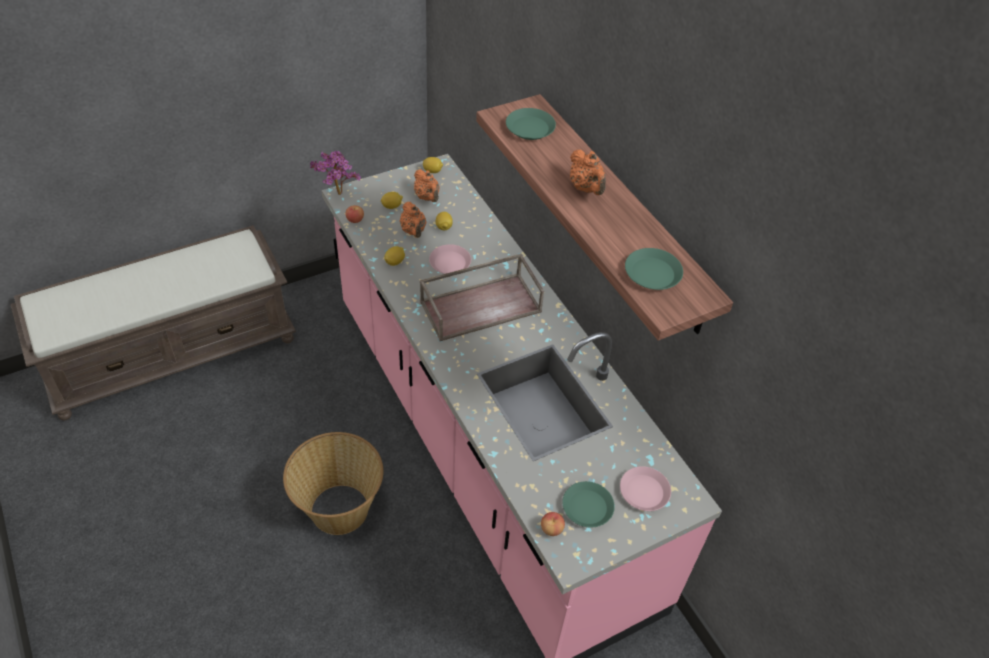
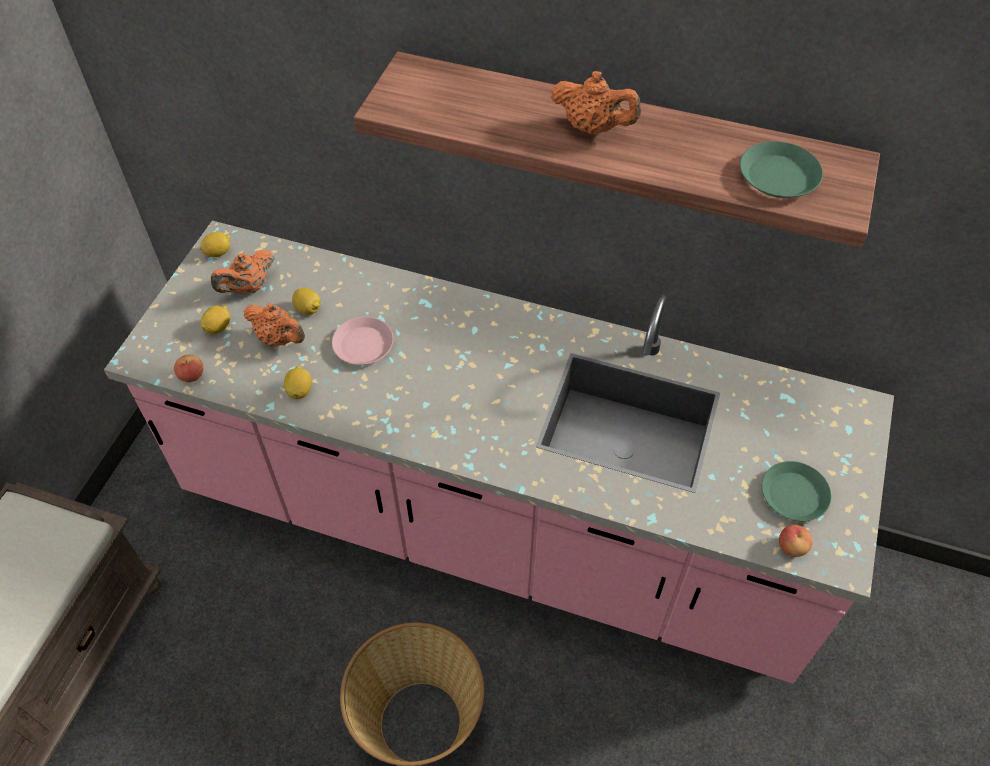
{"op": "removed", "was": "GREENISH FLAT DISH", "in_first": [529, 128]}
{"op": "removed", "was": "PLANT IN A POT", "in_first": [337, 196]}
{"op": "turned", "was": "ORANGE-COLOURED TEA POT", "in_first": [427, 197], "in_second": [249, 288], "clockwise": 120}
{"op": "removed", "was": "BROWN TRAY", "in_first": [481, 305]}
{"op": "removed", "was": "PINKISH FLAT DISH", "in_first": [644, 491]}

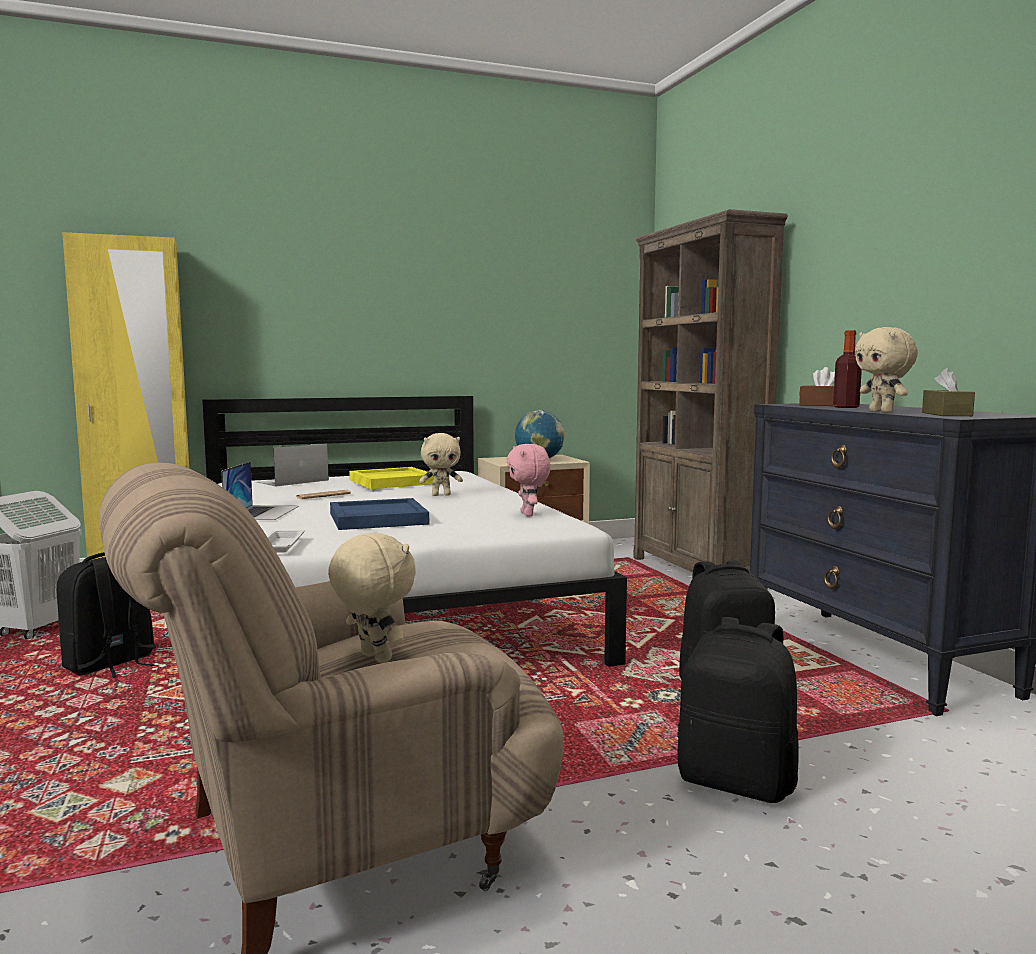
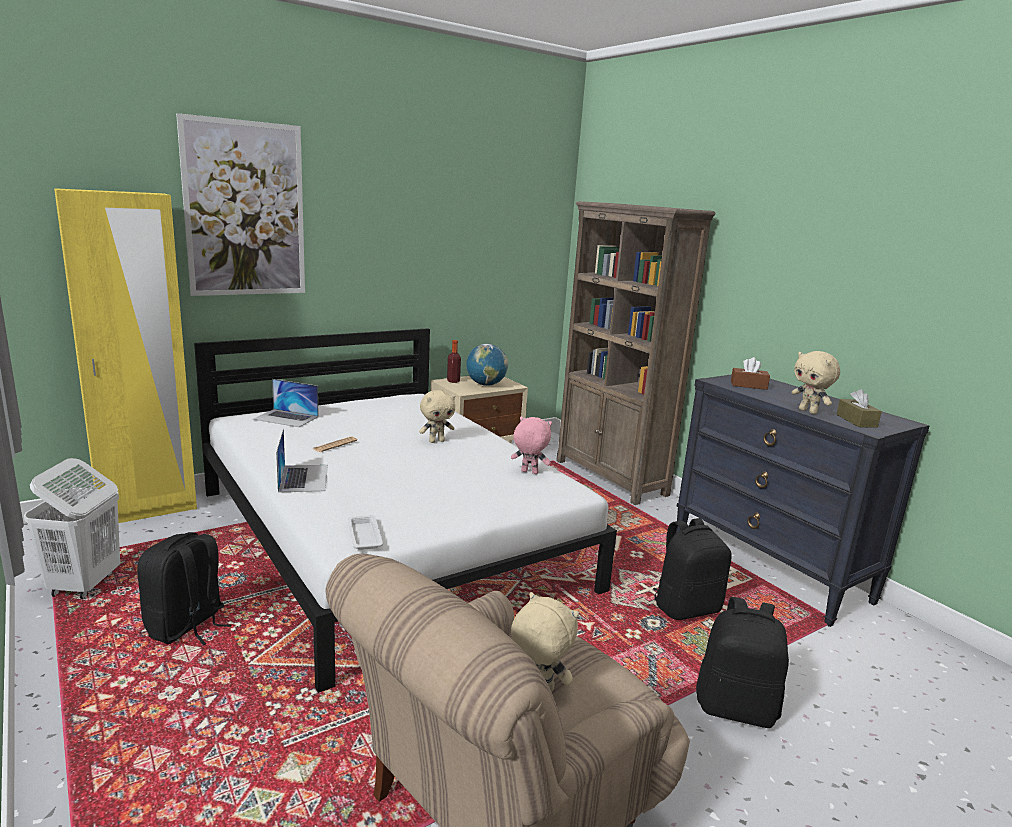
{"op": "moved", "was": "BOTTLE", "in_first": [846, 407], "in_second": [453, 381]}
{"op": "turned", "was": "NOTEBOOK COMPUTER", "in_first": [292, 481], "in_second": [286, 418], "clockwise": -105}
{"op": "turned", "was": "PINKISH CUDDLY TOY", "in_first": [528, 514], "in_second": [529, 472], "clockwise": 135}
{"op": "removed", "was": "YELLOWISH TRAY", "in_first": [393, 481]}
{"op": "removed", "was": "BLUE TRAY", "in_first": [377, 519]}
{"op": "added", "now": "WALL ART", "in_second": [245, 210]}

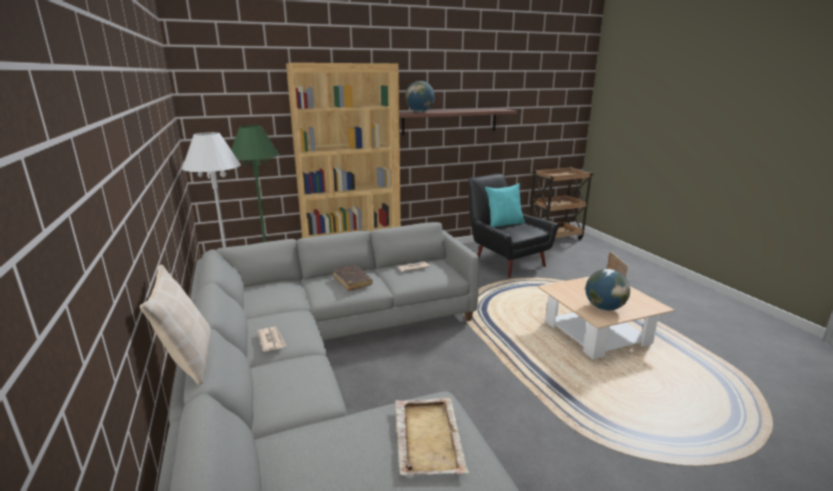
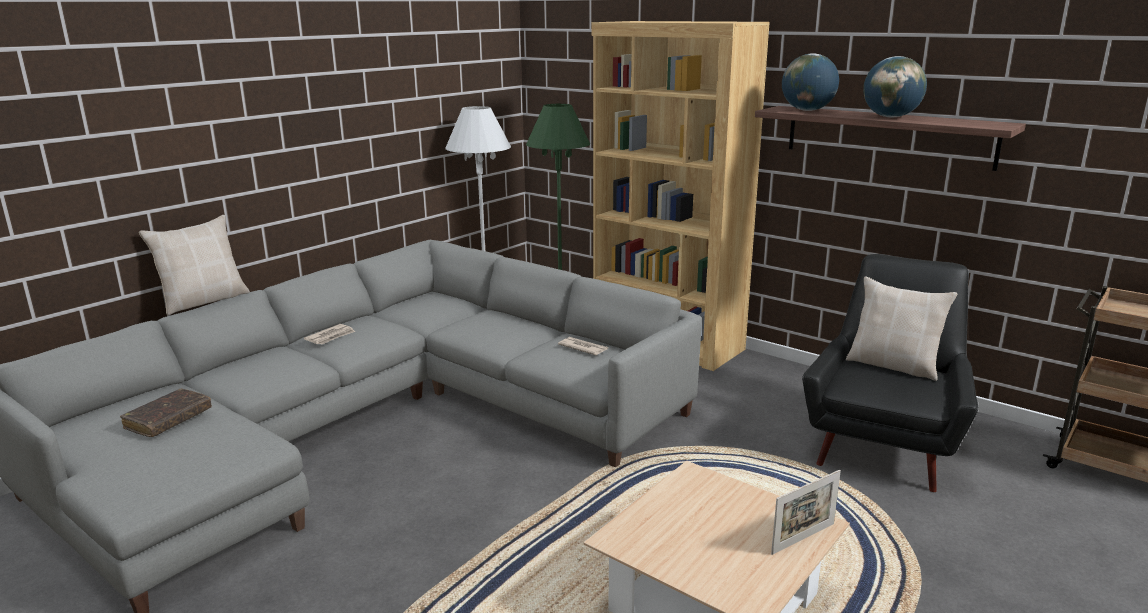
{"op": "recoloured", "was": "BLUE-GREEN CUSHION", "now": "SAND-COLOURED CUSHION", "in_first": [504, 223], "in_second": [894, 365]}
{"op": "moved", "was": "BROWN BOUND BOOK", "in_first": [352, 282], "in_second": [168, 420]}
{"op": "moved", "was": "WORLD GLOBE", "in_first": [604, 307], "in_second": [890, 117]}
{"op": "removed", "was": "SAND-COLOURED TRAY", "in_first": [428, 436]}

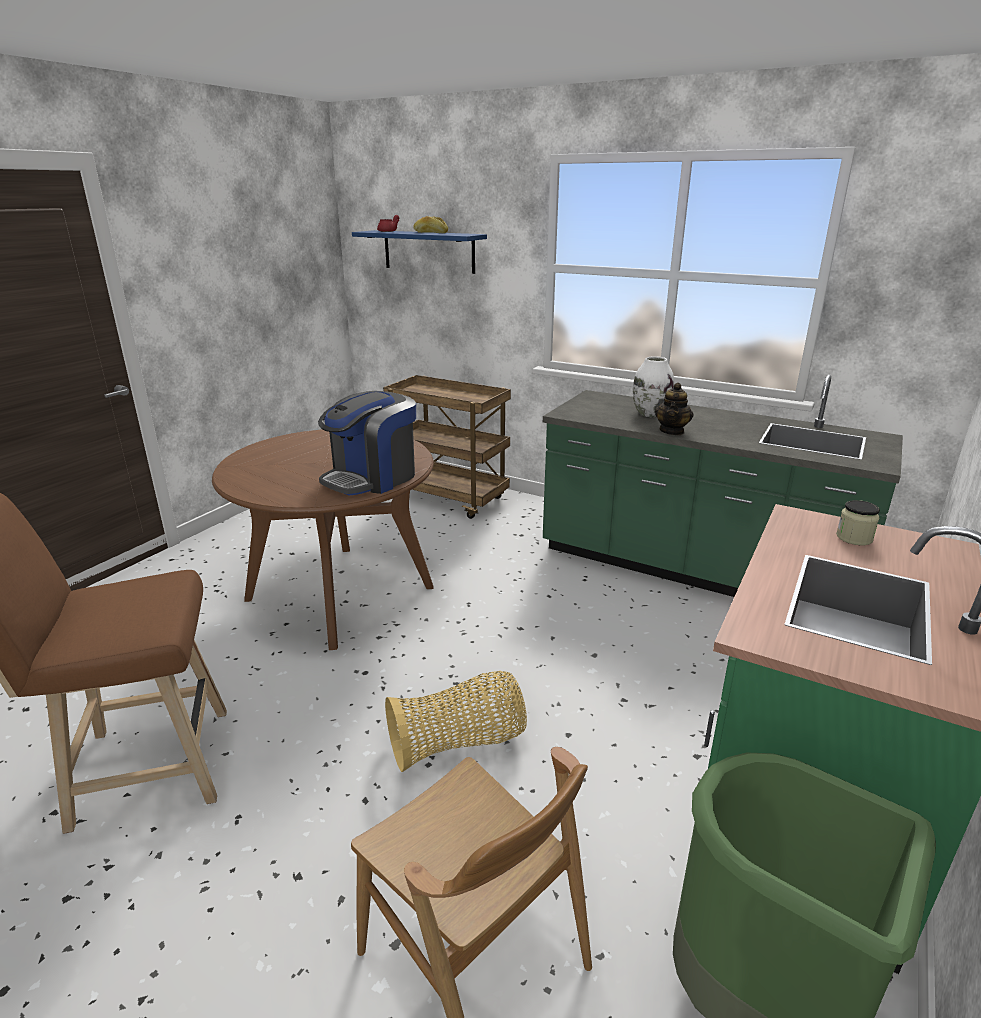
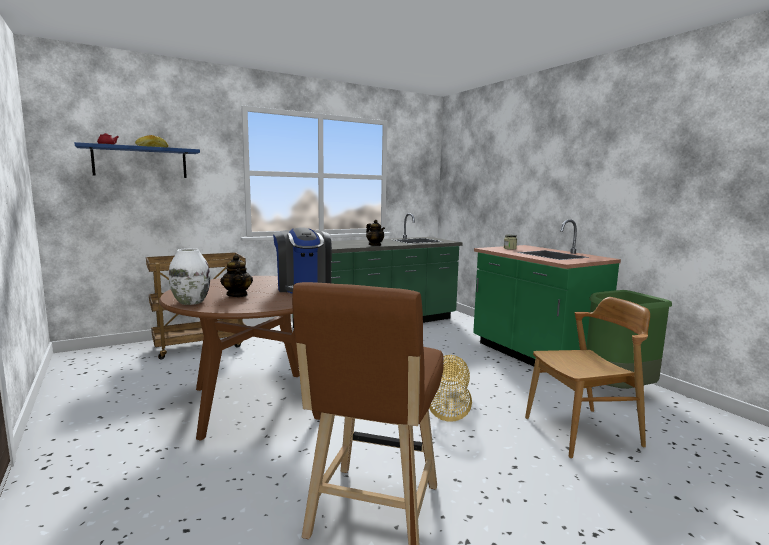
{"op": "moved", "was": "WHITE VASE", "in_first": [650, 413], "in_second": [190, 302]}
{"op": "added", "now": "TEA POT", "in_second": [237, 295]}

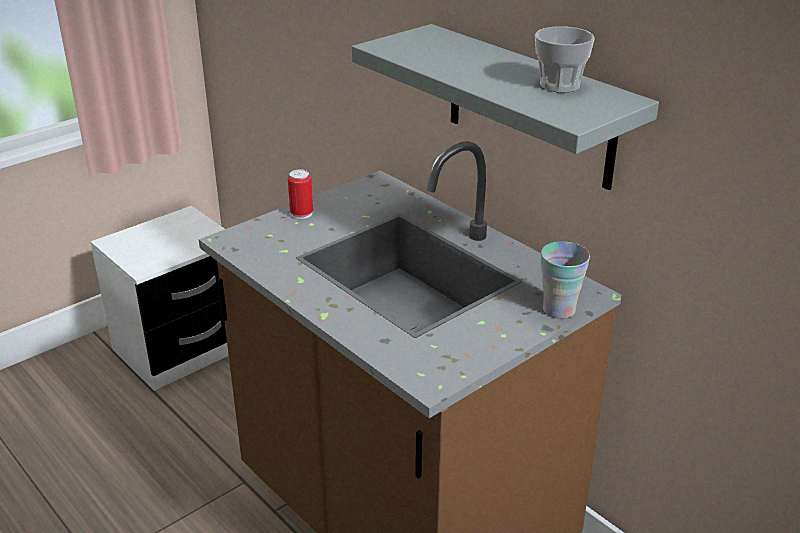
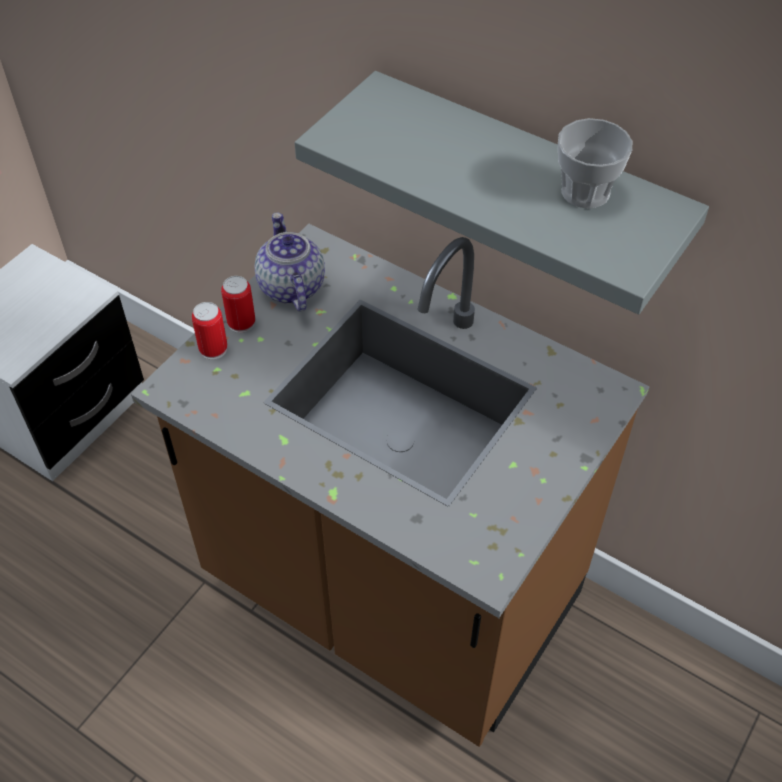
{"op": "removed", "was": "DRINKING CUP", "in_first": [559, 310]}
{"op": "added", "now": "TEA POT", "in_second": [290, 286]}
{"op": "added", "now": "METAL CAN", "in_second": [213, 349]}

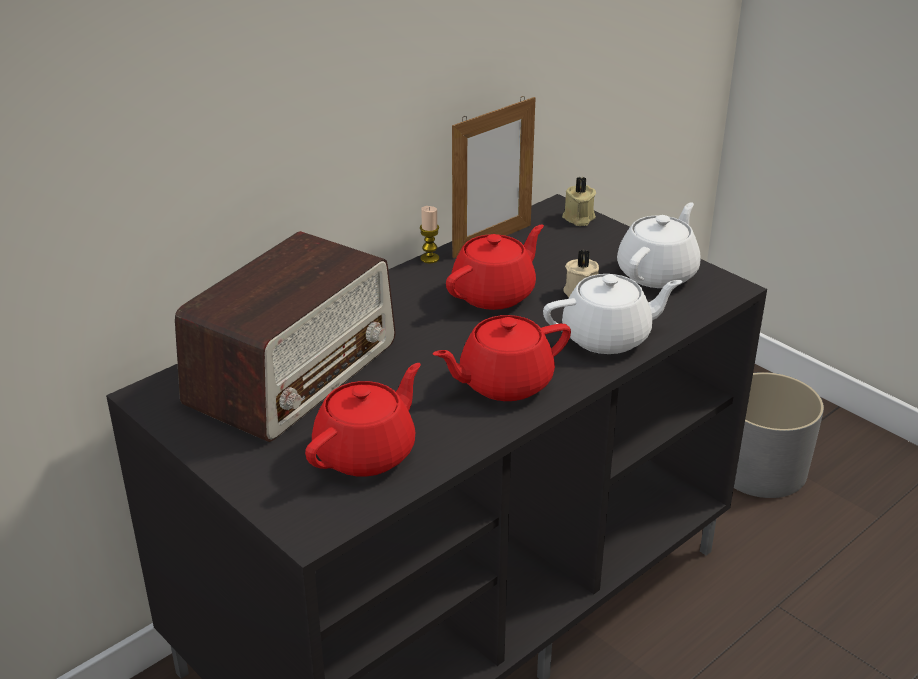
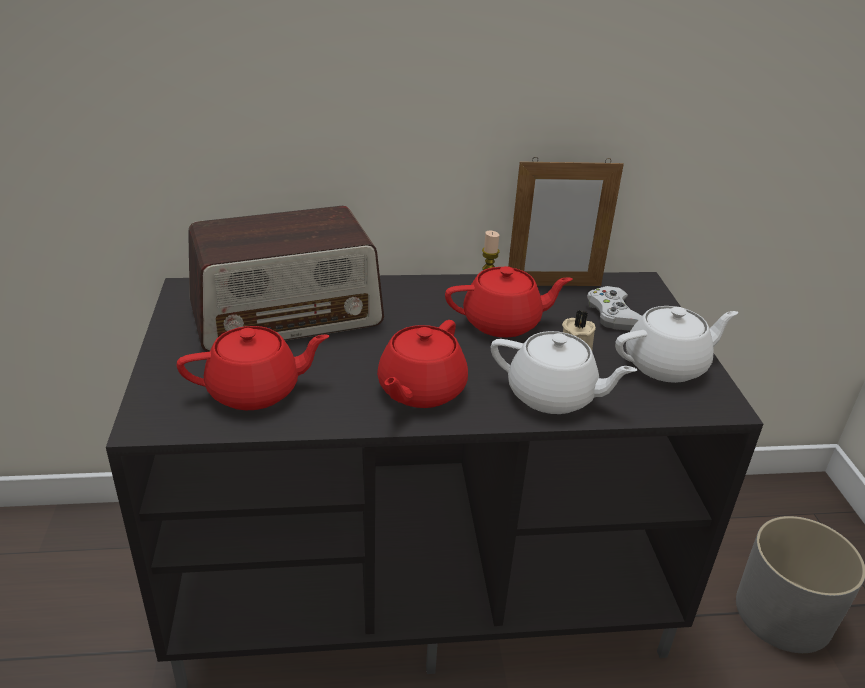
{"op": "removed", "was": "SAND-COLOURED WAX CANDLE", "in_first": [578, 218]}
{"op": "turned", "was": "REDDISH TEA POT", "in_first": [503, 382], "in_second": [420, 390], "clockwise": -75}
{"op": "added", "now": "WHITE JOYPAD", "in_second": [614, 315]}

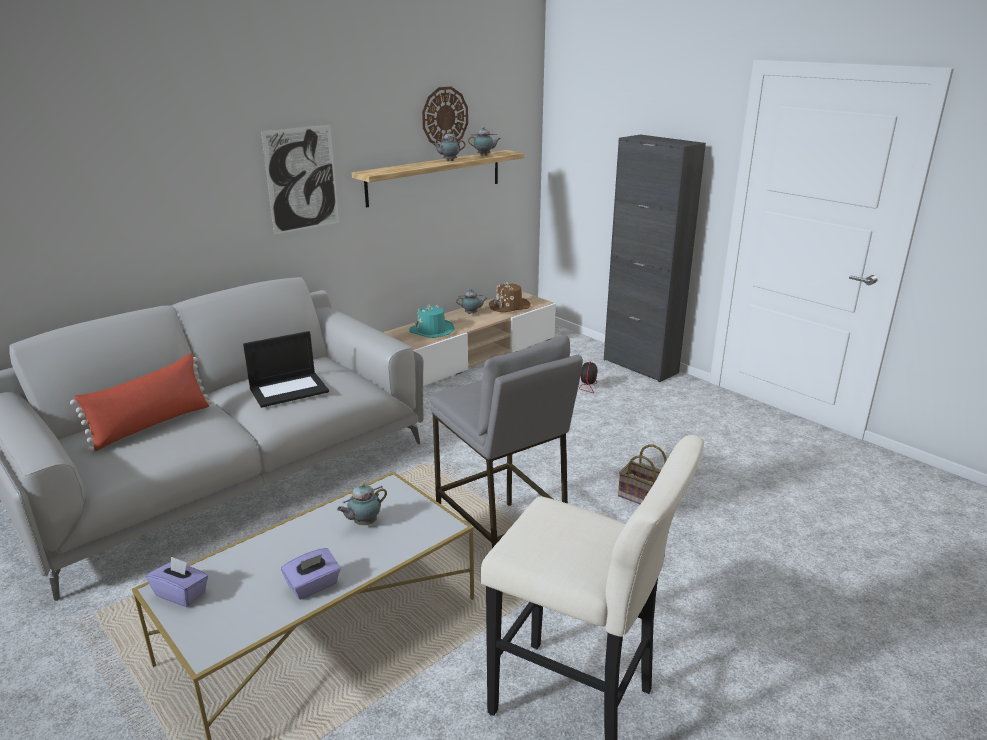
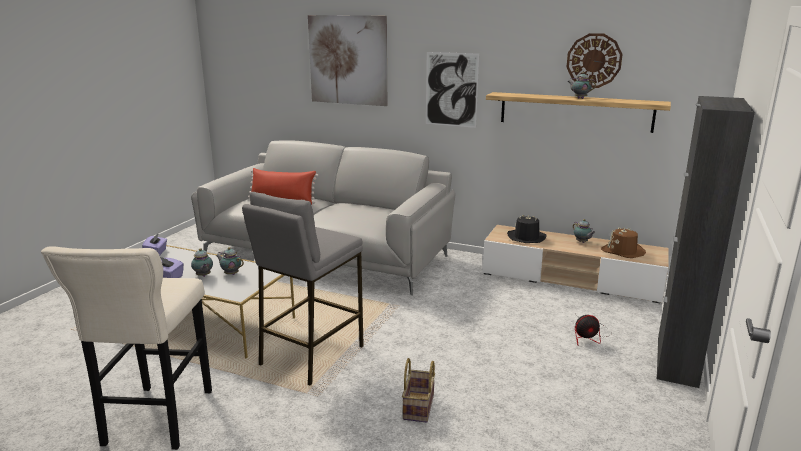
{"op": "moved", "was": "TEA POT", "in_first": [484, 155], "in_second": [203, 276]}
{"op": "recoloured", "was": "BLUE-GREEN CLOTHING HAT", "now": "BLACKISH CLOTHING HAT", "in_first": [432, 331], "in_second": [526, 237]}
{"op": "removed", "was": "NOTEBOOK COMPUTER", "in_first": [289, 389]}
{"op": "added", "now": "WALL ART", "in_second": [348, 60]}

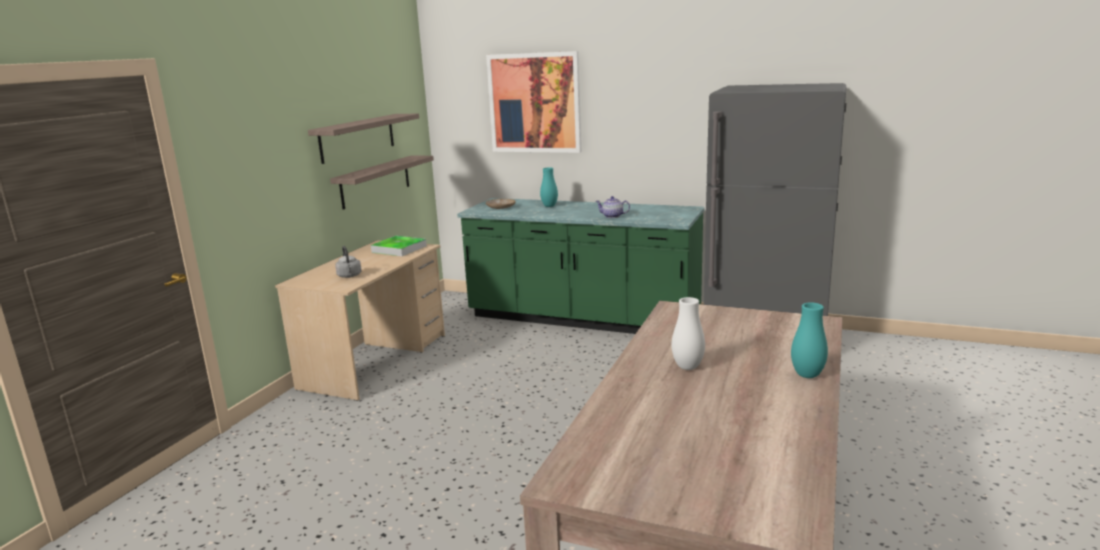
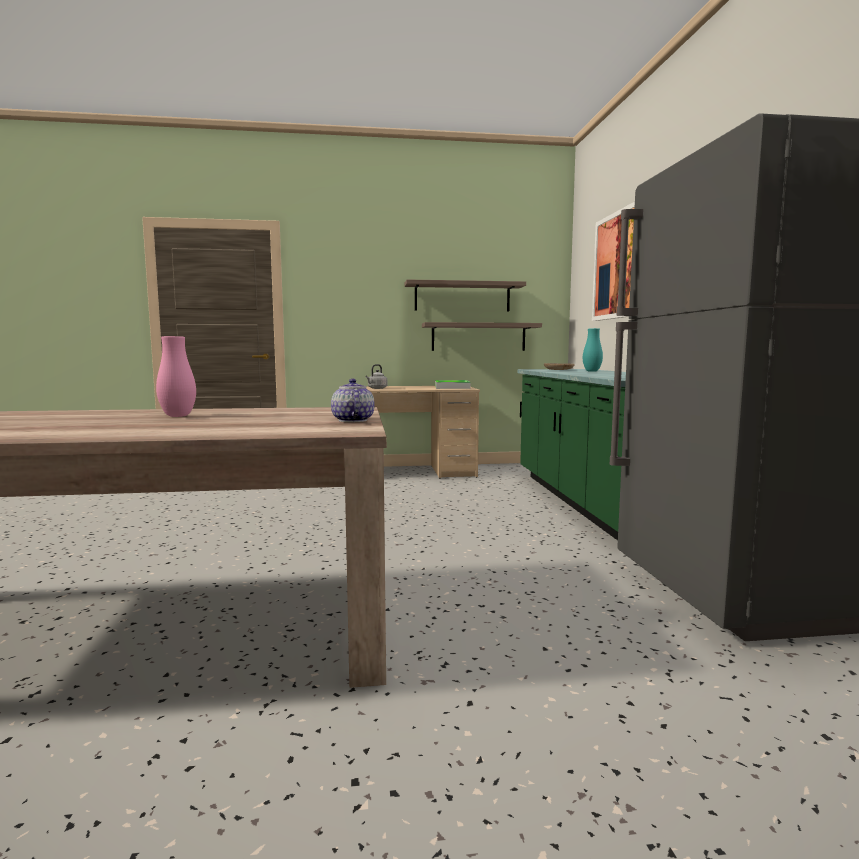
{"op": "moved", "was": "TEA POT", "in_first": [612, 216], "in_second": [352, 420]}
{"op": "recoloured", "was": "WHITE VASE", "now": "PINKISH VASE", "in_first": [687, 367], "in_second": [178, 416]}
{"op": "removed", "was": "BLUE-GREEN VASE", "in_first": [807, 375]}

